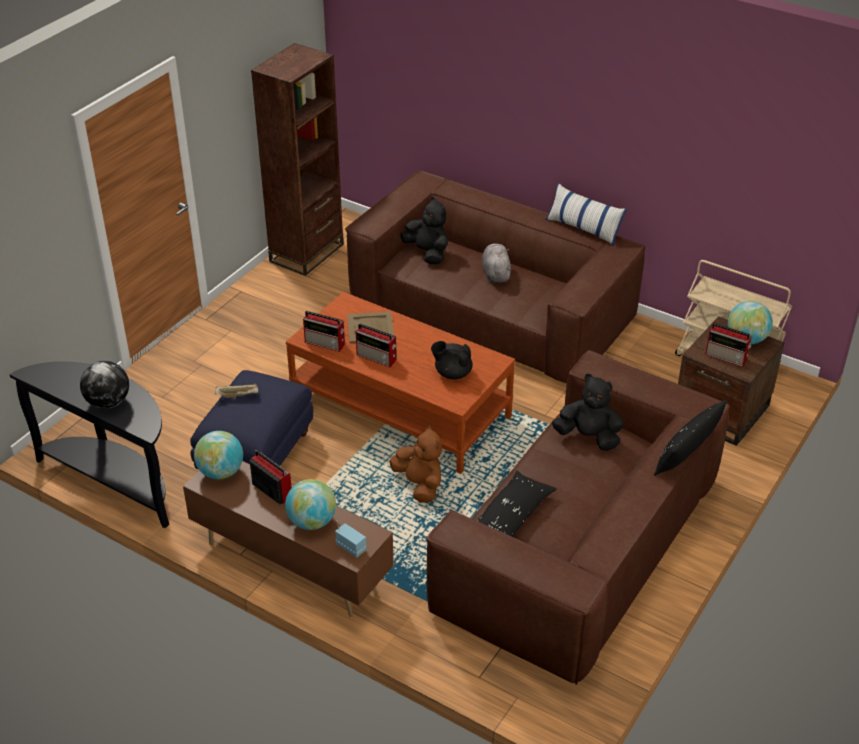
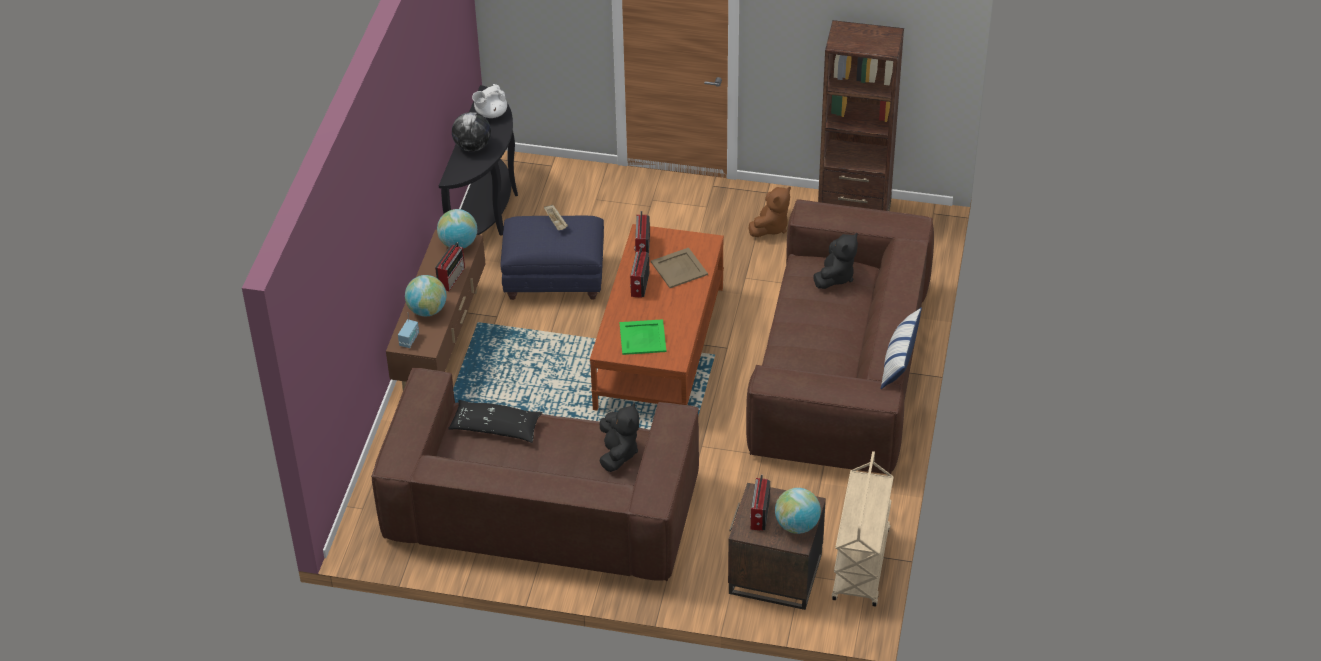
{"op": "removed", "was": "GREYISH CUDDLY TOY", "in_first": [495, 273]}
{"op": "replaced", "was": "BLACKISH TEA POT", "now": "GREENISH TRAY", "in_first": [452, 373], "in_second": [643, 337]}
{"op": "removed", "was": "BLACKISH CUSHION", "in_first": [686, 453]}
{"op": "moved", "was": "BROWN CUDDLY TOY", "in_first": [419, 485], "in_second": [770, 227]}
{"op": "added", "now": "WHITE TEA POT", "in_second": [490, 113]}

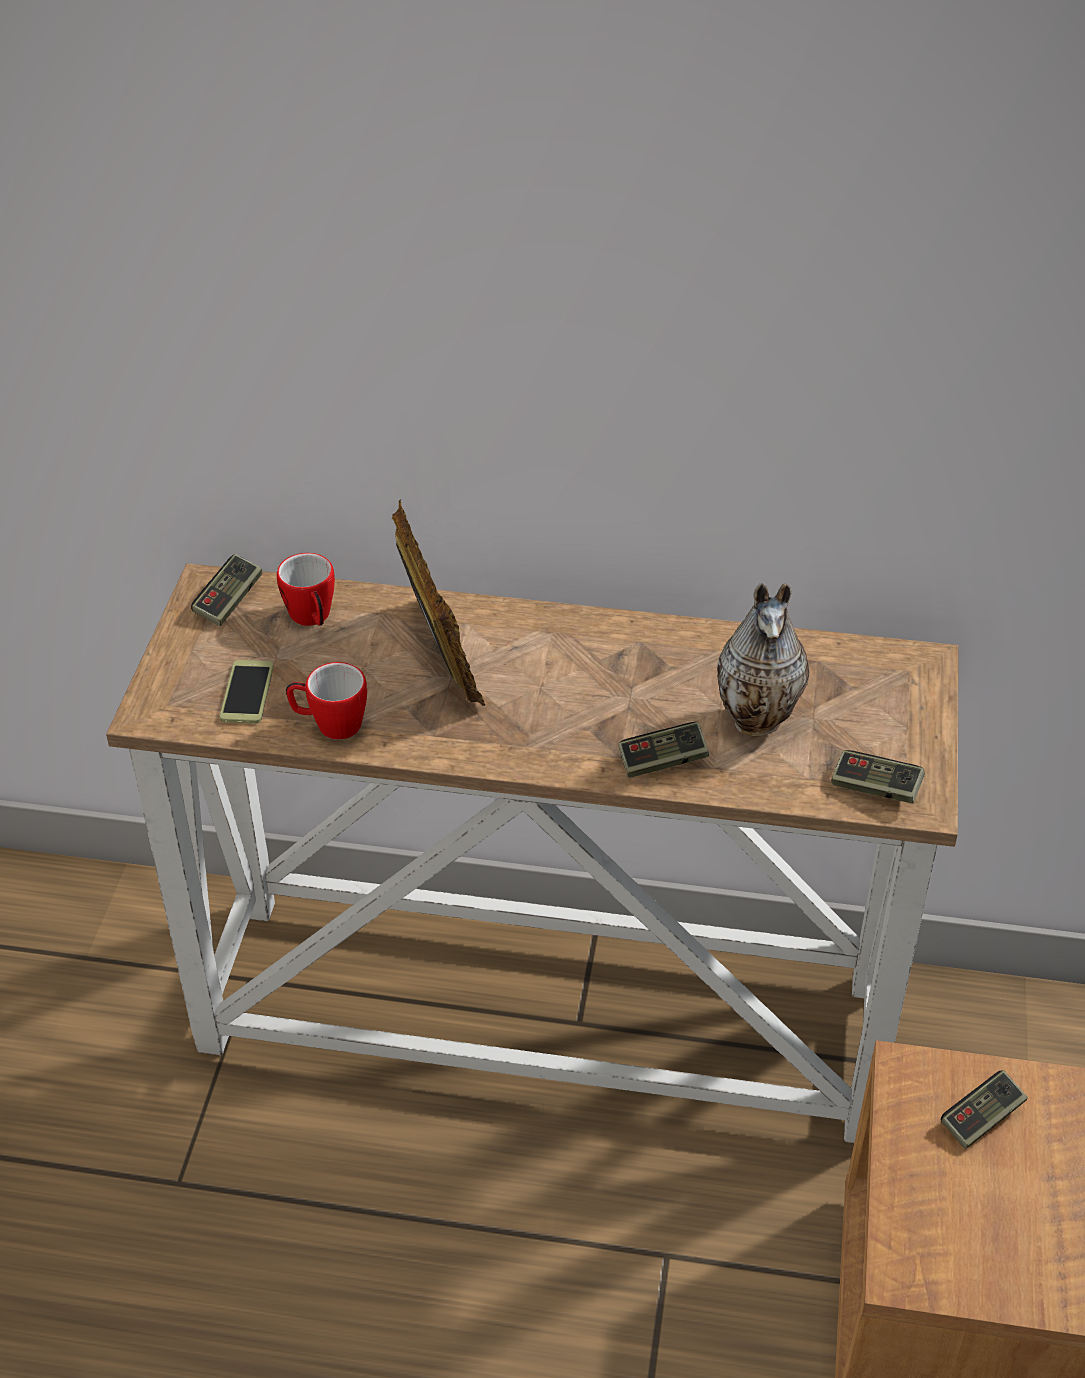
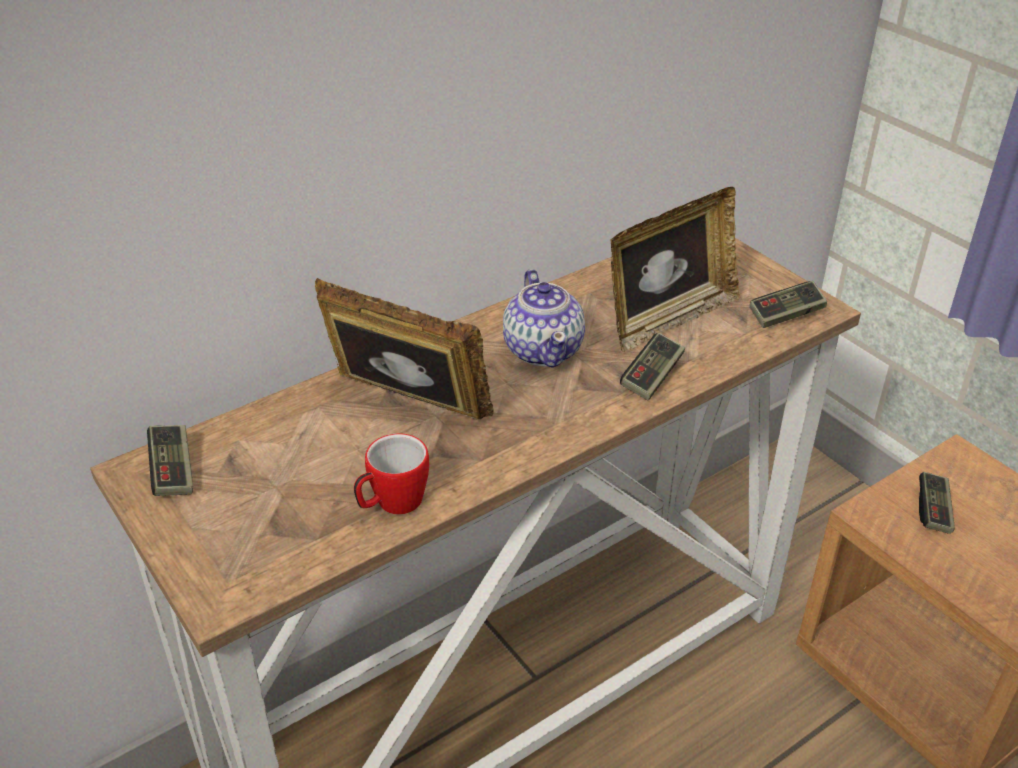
{"op": "removed", "was": "MUG", "in_first": [312, 619]}
{"op": "replaced", "was": "VASE", "now": "PHOTO FRAME", "in_first": [759, 720], "in_second": [669, 319]}
{"op": "removed", "was": "HANDSET", "in_first": [247, 693]}
{"op": "added", "now": "TEA POT", "in_second": [543, 349]}

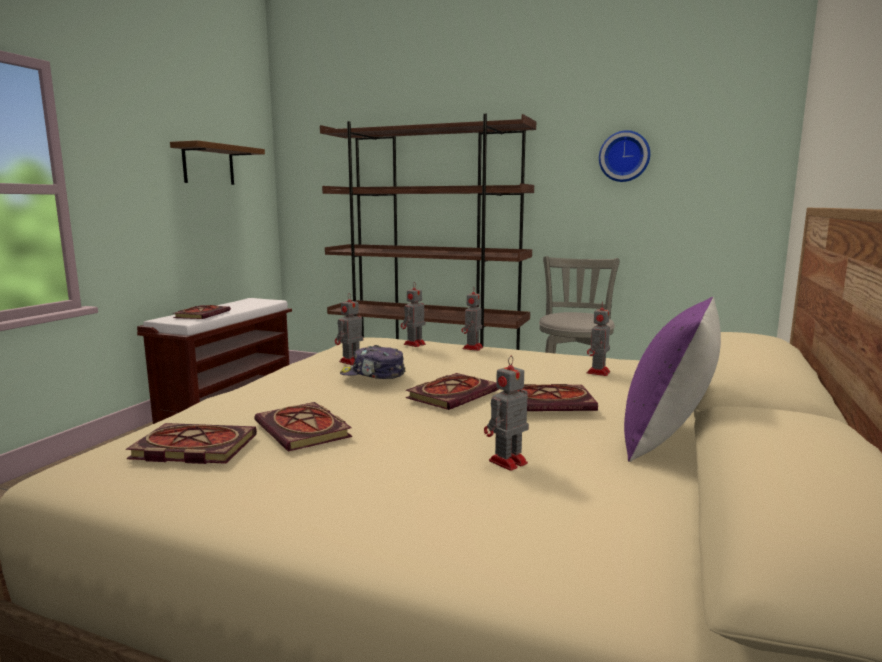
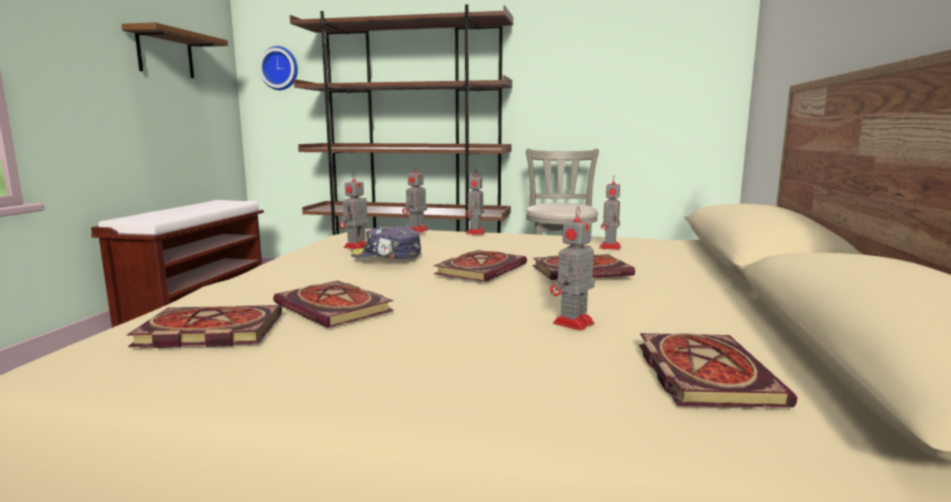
{"op": "moved", "was": "HANGING CLOCK", "in_first": [624, 156], "in_second": [280, 68]}
{"op": "removed", "was": "PURPLE CUSHION", "in_first": [667, 440]}
{"op": "moved", "was": "BOUND BOOK", "in_first": [202, 314], "in_second": [701, 372]}

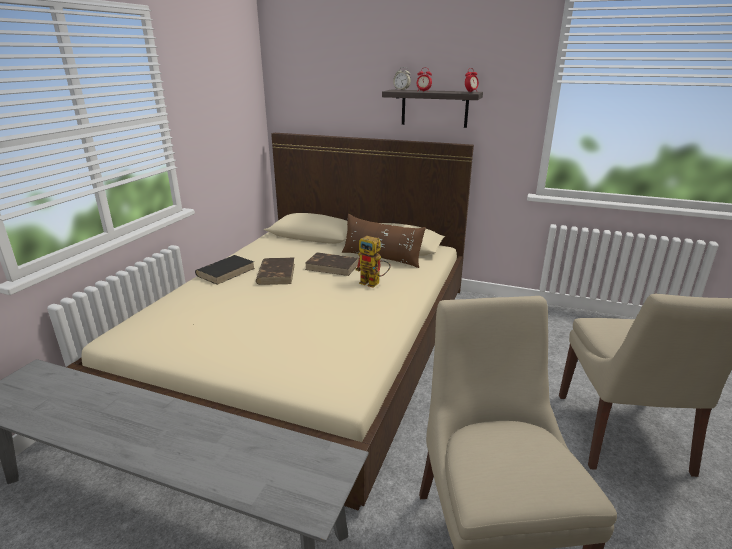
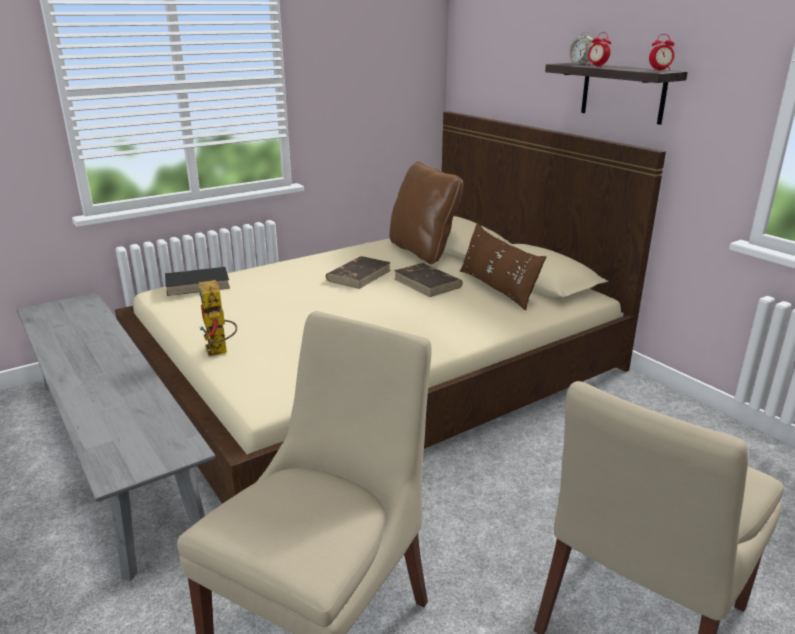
{"op": "moved", "was": "MODEL ROBOT", "in_first": [374, 283], "in_second": [220, 352]}
{"op": "moved", "was": "BLACKISH BOUND BOOK", "in_first": [226, 272], "in_second": [198, 284]}
{"op": "added", "now": "BROWN CUSHION", "in_second": [423, 251]}

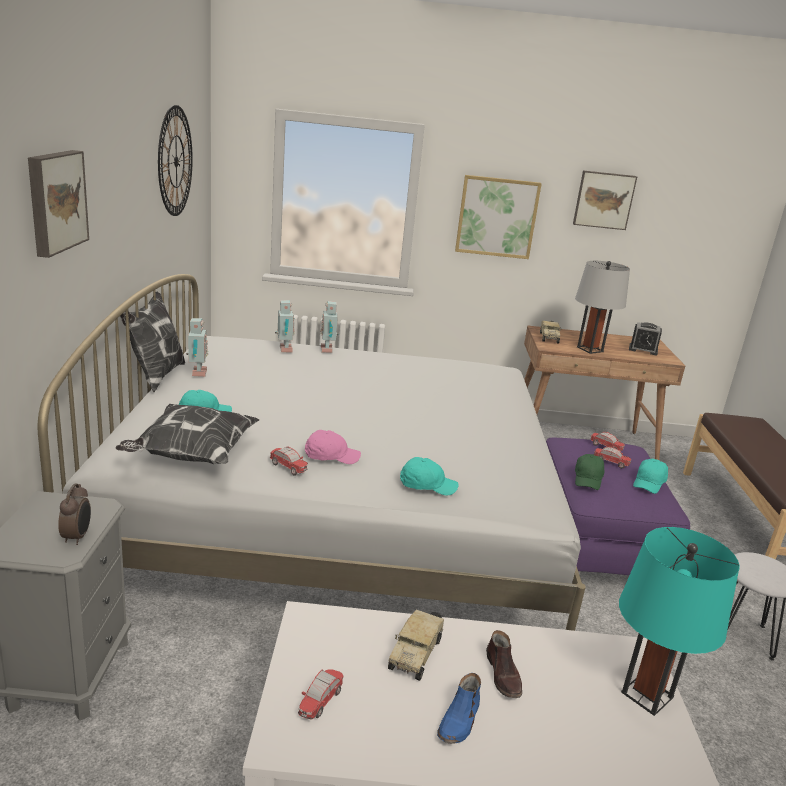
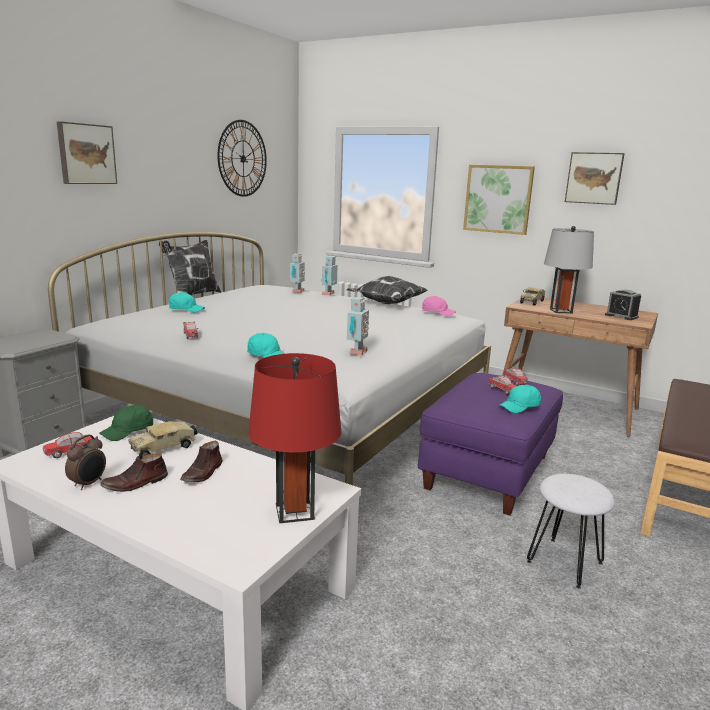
{"op": "moved", "was": "MODEL ROBOT", "in_first": [197, 373], "in_second": [356, 352]}
{"op": "moved", "was": "CUSHION", "in_first": [191, 456], "in_second": [386, 304]}
{"op": "moved", "was": "PINKISH PEAKED CAP", "in_first": [331, 456], "in_second": [437, 313]}
{"op": "moved", "was": "GREENISH PEAKED CAP", "in_first": [588, 479], "in_second": [128, 431]}
{"op": "moved", "was": "ALARM CLOCK", "in_first": [77, 537], "in_second": [89, 484]}
{"op": "recoloured", "was": "BLUE-GREEN TABLE LAMP", "now": "REDDISH TABLE LAMP", "in_first": [647, 694], "in_second": [295, 512]}
{"op": "recoloured", "was": "BLUE SHOE", "now": "BROWN SHOE", "in_first": [460, 720], "in_second": [135, 483]}

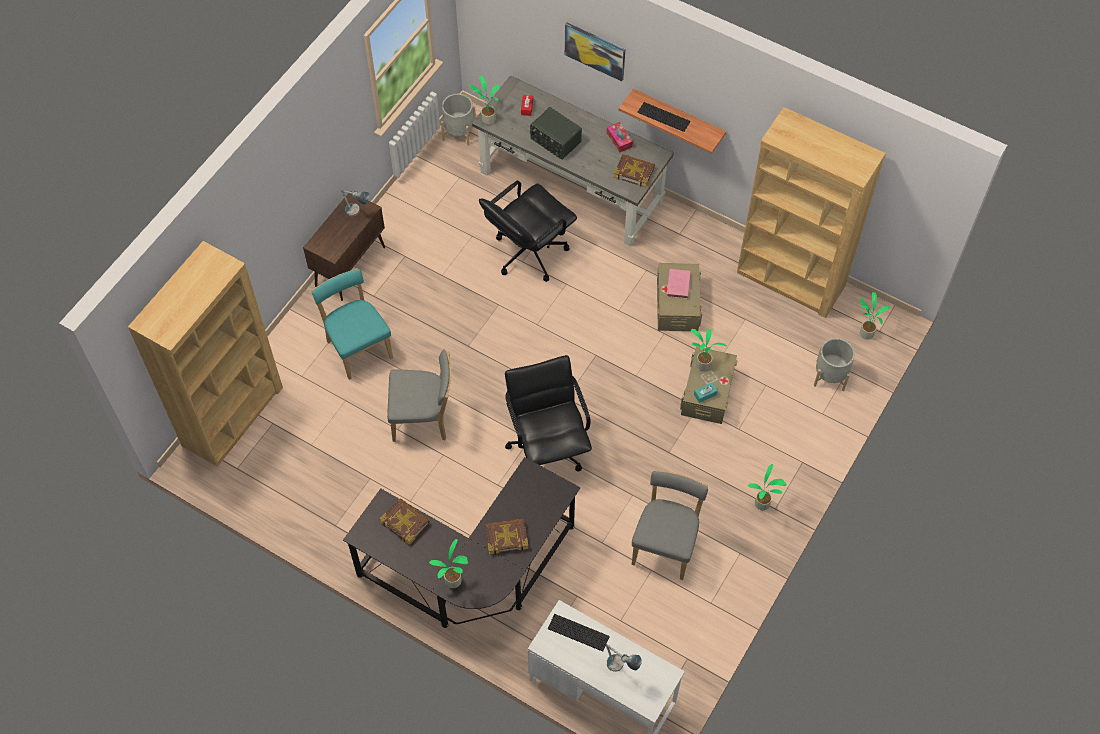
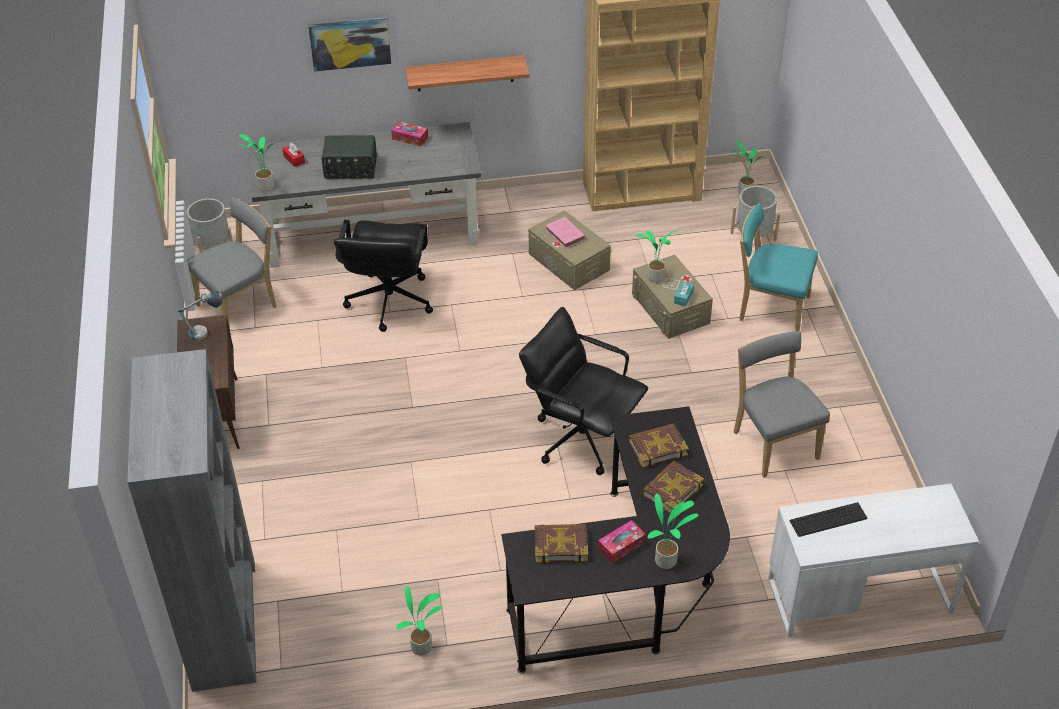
{"op": "removed", "was": "KEYBOARD", "in_first": [663, 117]}
{"op": "moved", "was": "BOUND BOOK", "in_first": [634, 172], "in_second": [657, 448]}
{"op": "recoloured", "was": "BROWN BOOKSHELF", "now": "GREYISH BOOKSHELF", "in_first": [233, 416], "in_second": [224, 624]}
{"op": "moved", "was": "BLUE-GREEN PLAIN CHAIR", "in_first": [358, 347], "in_second": [770, 308]}
{"op": "moved", "was": "GREYISH PLAIN CHAIR", "in_first": [423, 419], "in_second": [240, 305]}
{"op": "moved", "was": "PLANT IN A POT", "in_first": [762, 505], "in_second": [423, 648]}
{"op": "removed", "was": "TABLE LAMP", "in_first": [621, 667]}
{"op": "added", "now": "BOX OF TISSUES", "in_second": [621, 546]}

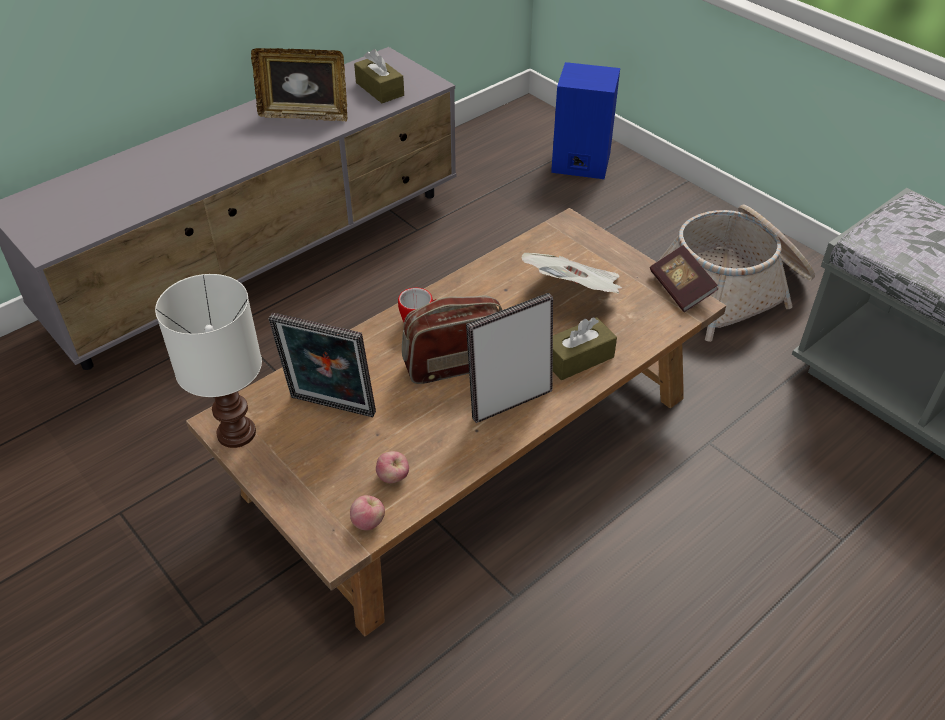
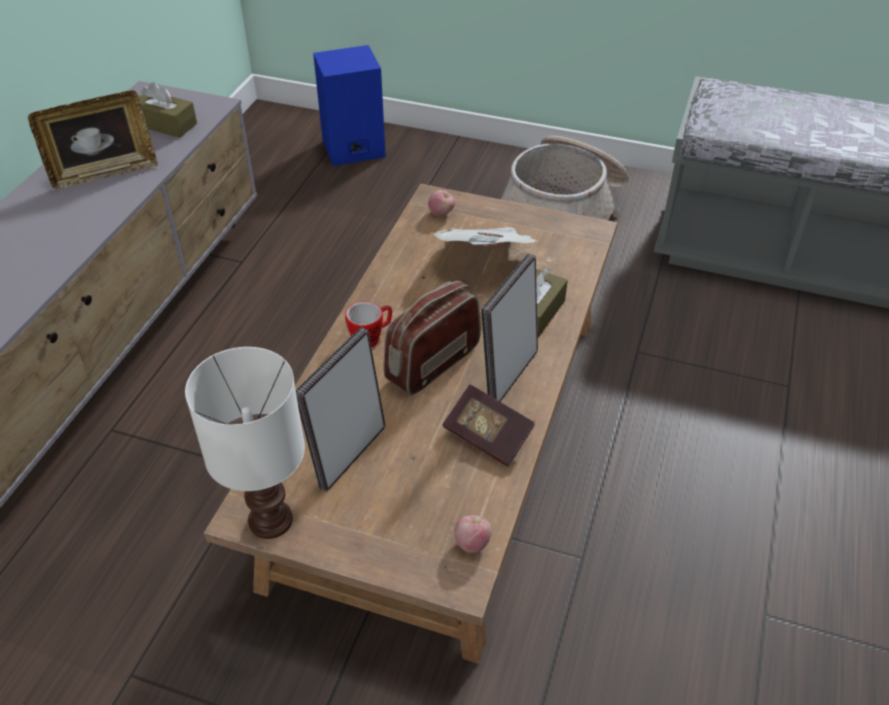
{"op": "moved", "was": "BOUND BOOK", "in_first": [681, 289], "in_second": [487, 436]}
{"op": "turned", "was": "PHOTO FRAME", "in_first": [330, 409], "in_second": [348, 454], "clockwise": 135}
{"op": "moved", "was": "WHOLE APPLE", "in_first": [393, 477], "in_second": [441, 213]}

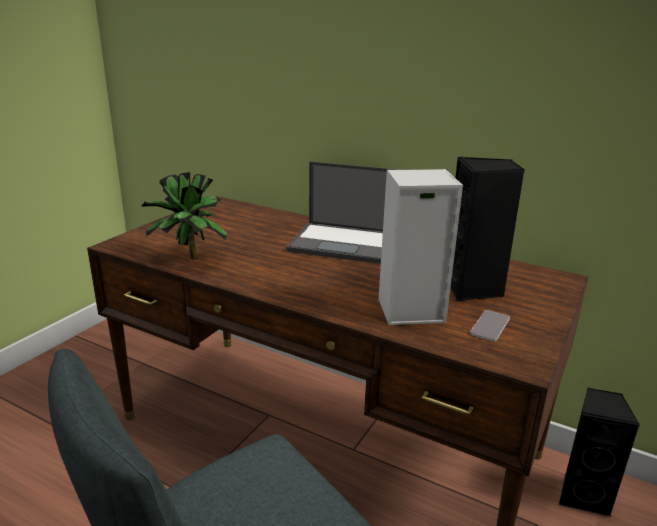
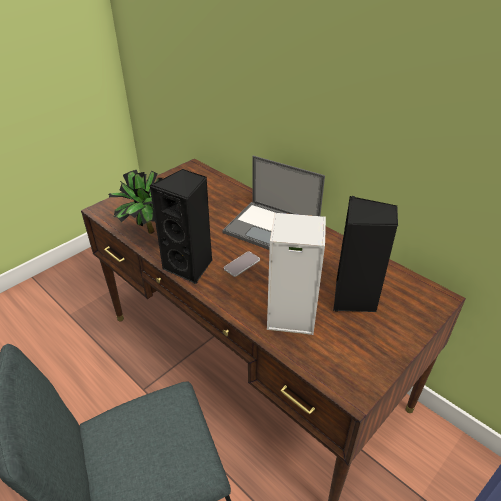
{"op": "moved", "was": "HANDSET", "in_first": [490, 326], "in_second": [242, 264]}
{"op": "moved", "was": "BLACKISH LOUDSPEAKER", "in_first": [583, 495], "in_second": [190, 266]}

